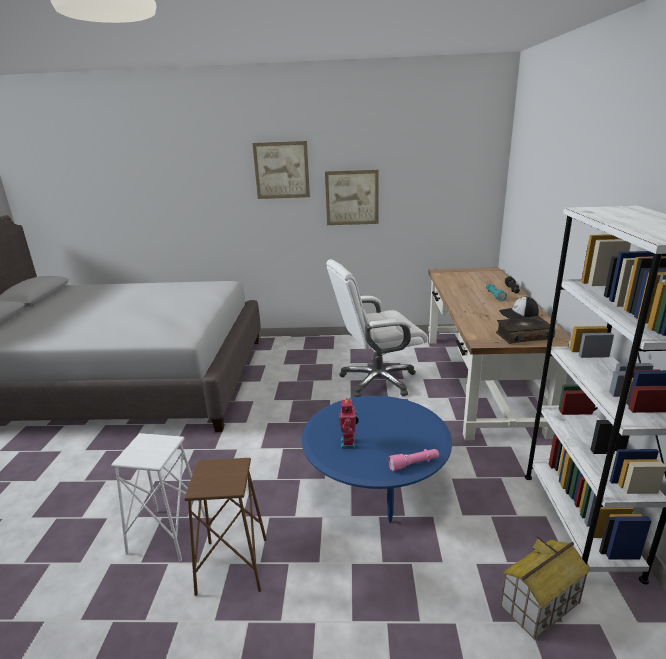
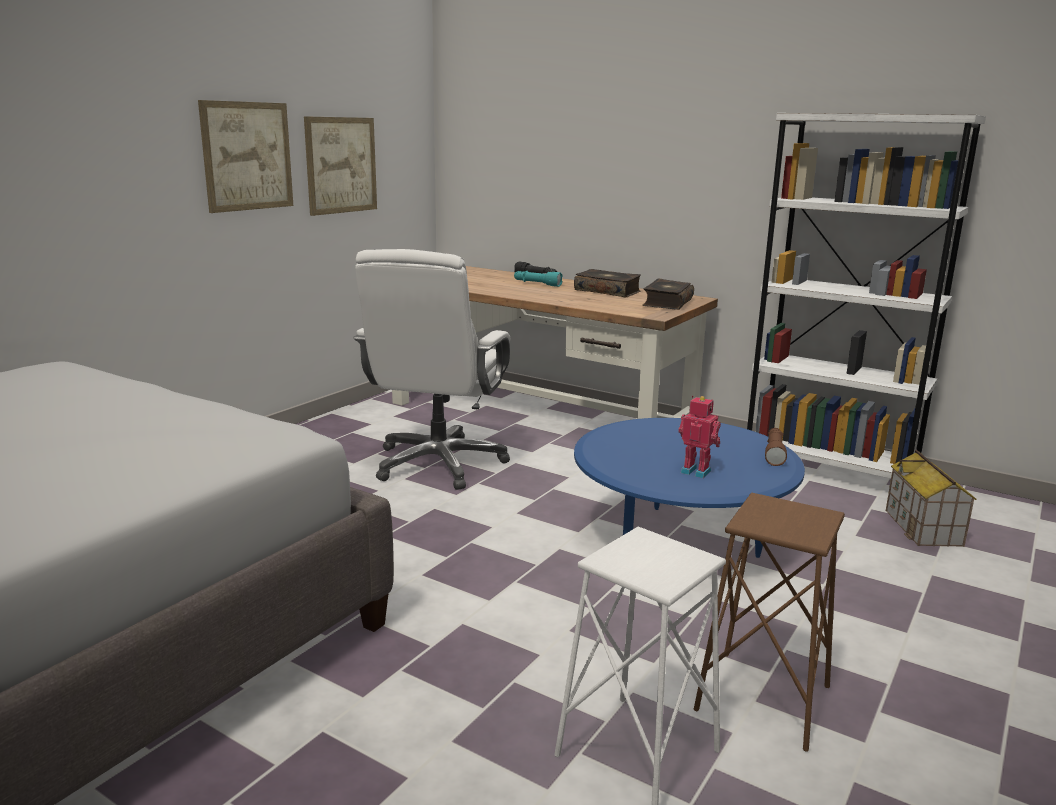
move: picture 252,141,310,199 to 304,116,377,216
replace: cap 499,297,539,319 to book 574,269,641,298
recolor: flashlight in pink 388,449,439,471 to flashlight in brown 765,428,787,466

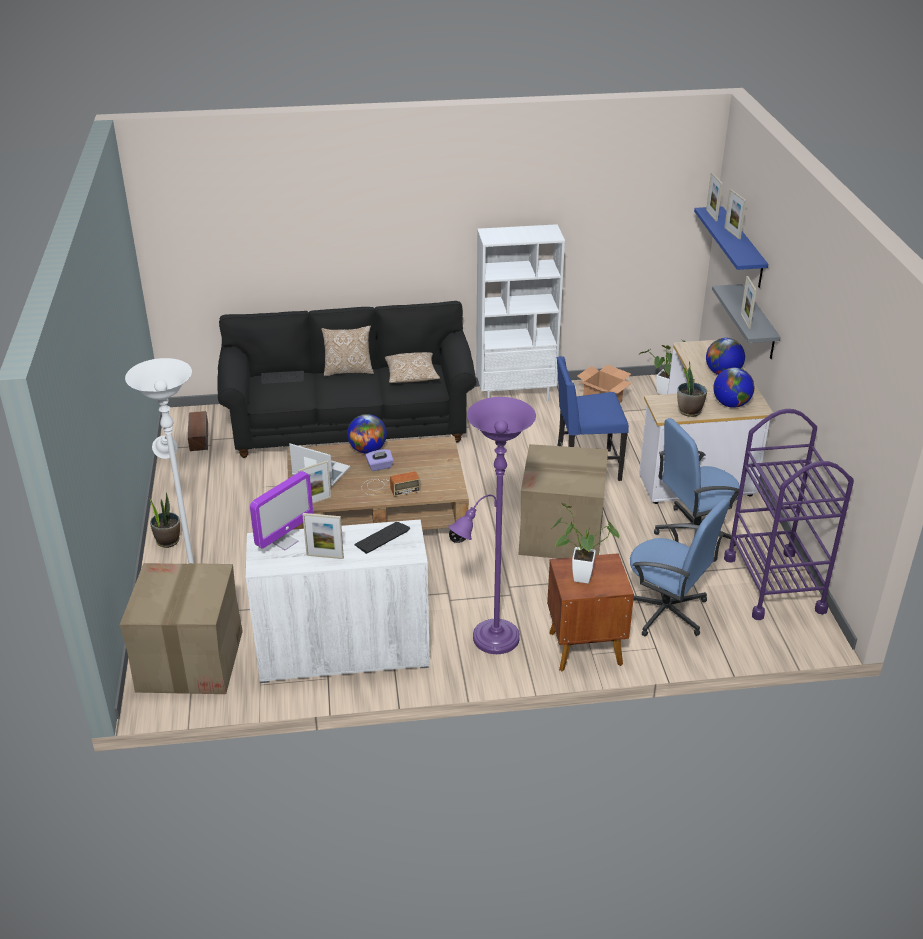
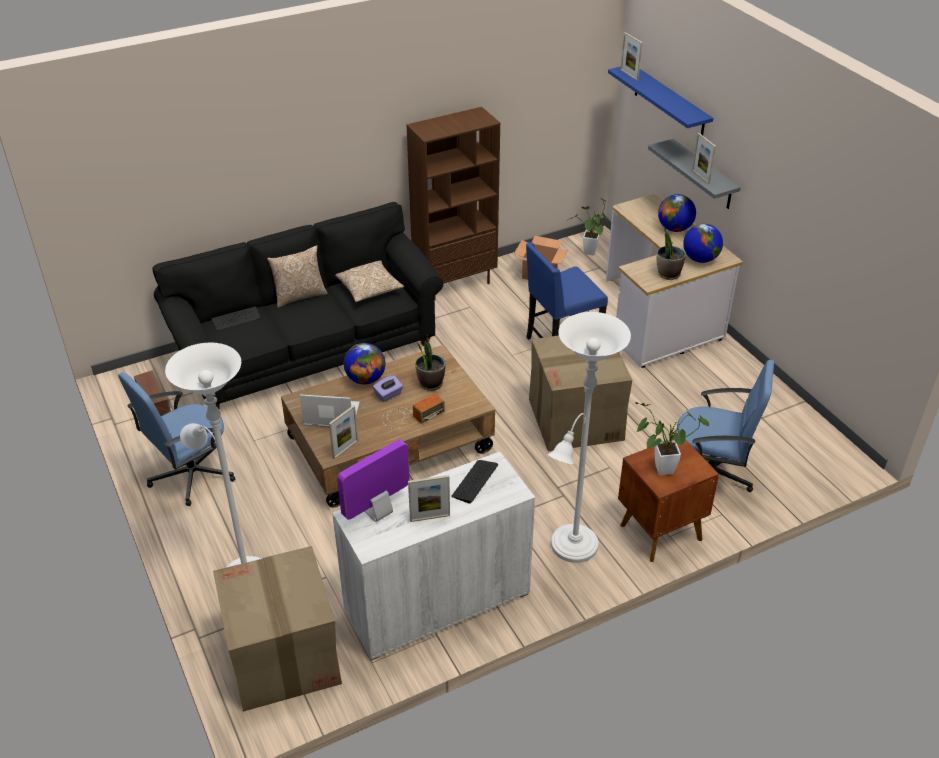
delete: picture frame 724,189,746,239; cart in purple 724,409,854,620
move: potted plant 148,492,180,548 to 415,335,446,391; office chair in blue 654,418,740,546 to 118,372,235,506
recolor: floor lamp in purple 448,397,536,654 to floor lamp in white 548,312,631,563; bookcase in white 476,224,565,402 to bookcase in brown 407,107,500,300
rotate: monitor 250,471,313,550 = 337,439,410,522 150 degrees counterclockwise

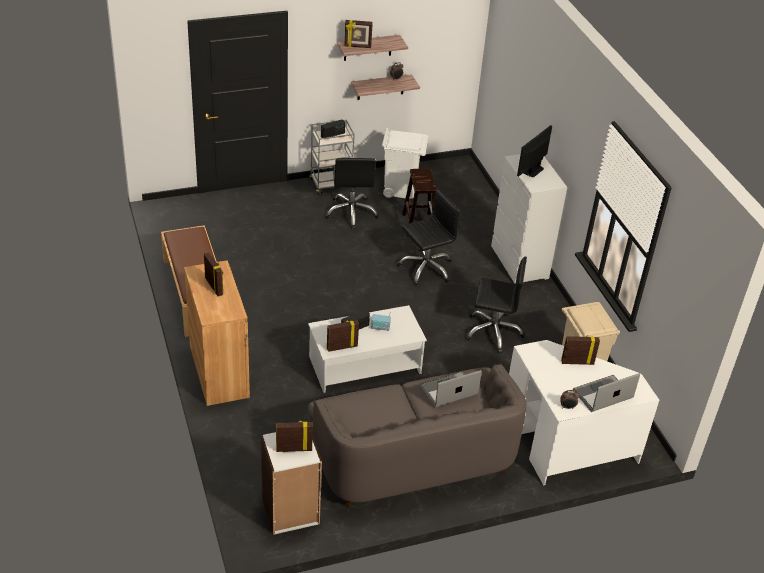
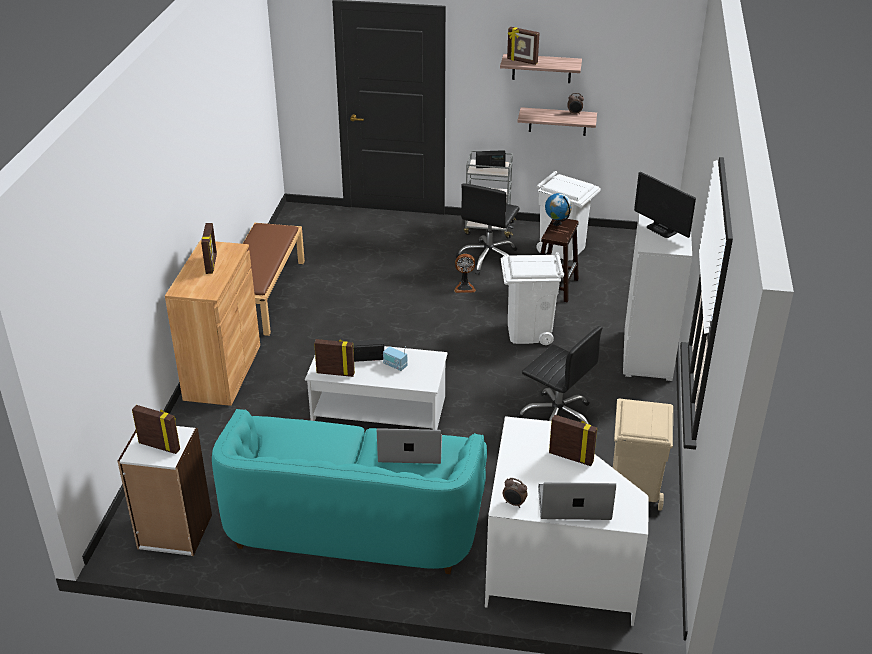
insert: fan 454,254,476,293; globe 545,193,572,226
replace: office chair in black 397,189,460,285 to trash can in white 501,252,564,345
recolor: sofa in grey 308,364,526,507 to sofa in turquoise 212,409,487,574
rotate: monitor 517,125,552,177 = 634,172,696,238 105 degrees counterclockwise

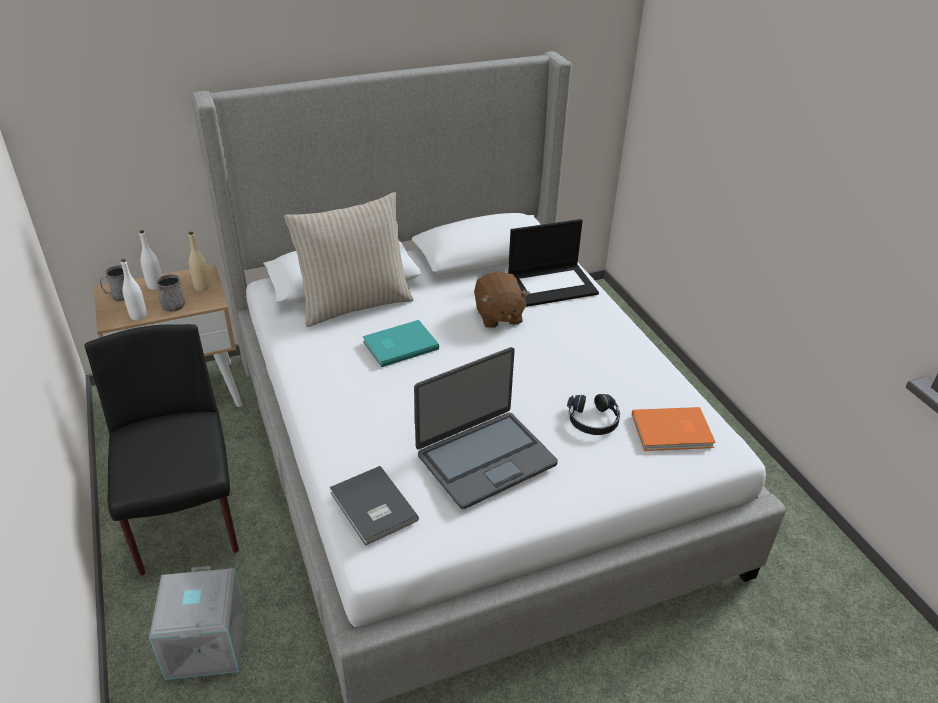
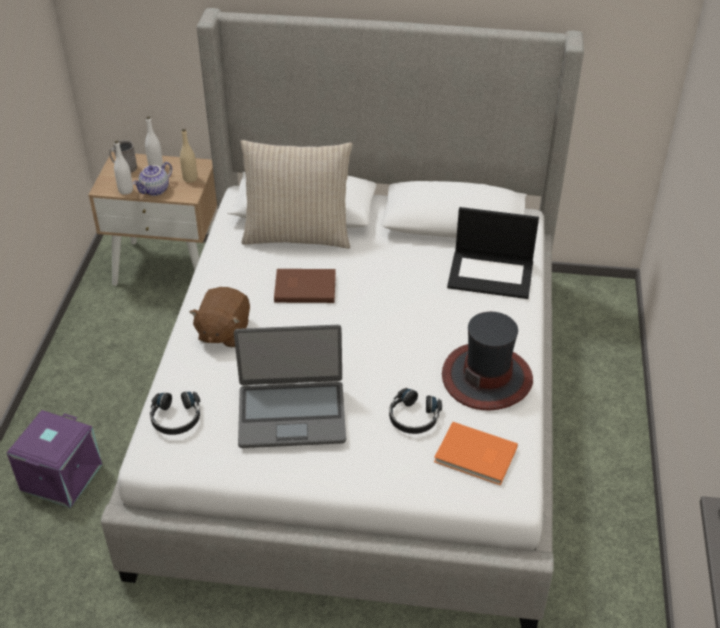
delete: chair in black 84,324,239,575
insert: hat 442,312,533,411
move: plush toy in brown 474,272,530,328 to 189,287,250,348
replace: mug in grey 156,274,186,312 to teapot 133,162,172,196; book in grey 330,466,419,546 to headphones in black 150,392,200,435
recolor: storage box in grey 149,566,245,680 to storage box in purple 7,410,102,508; book in turquoise 363,320,439,367 to book in brown 274,269,336,303

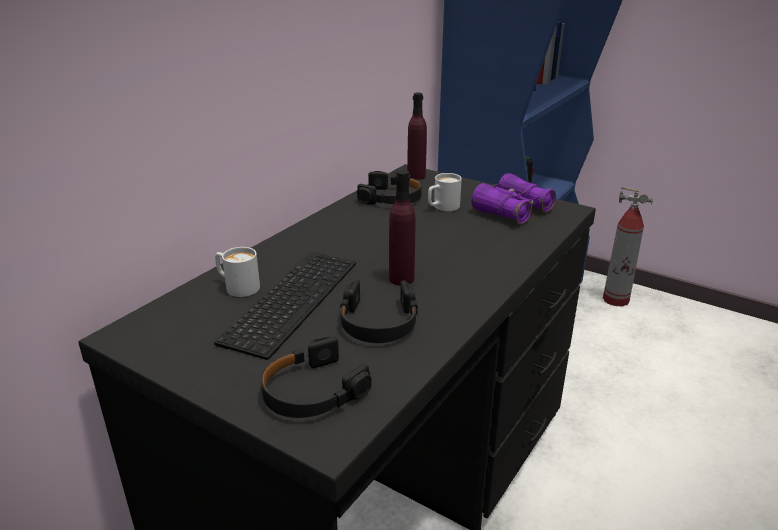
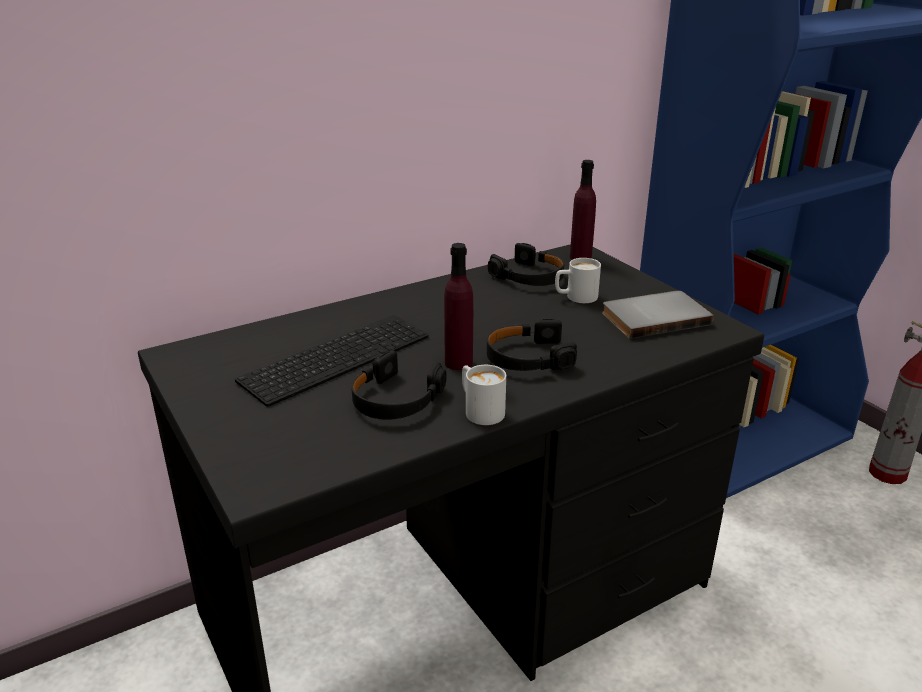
move: mug in white 215,247,260,297 to 462,365,506,425; headphones in black 261,337,372,418 to 487,319,577,371
replace: binoculars in purple 471,173,556,224 to book in grey 602,291,714,339

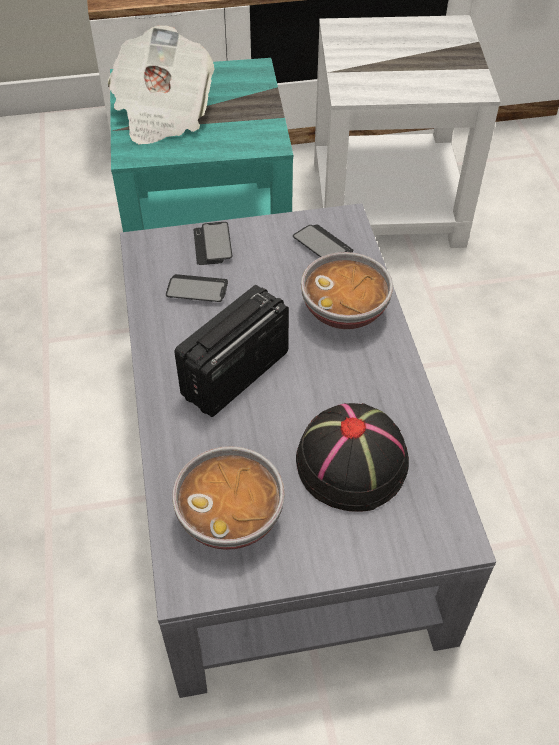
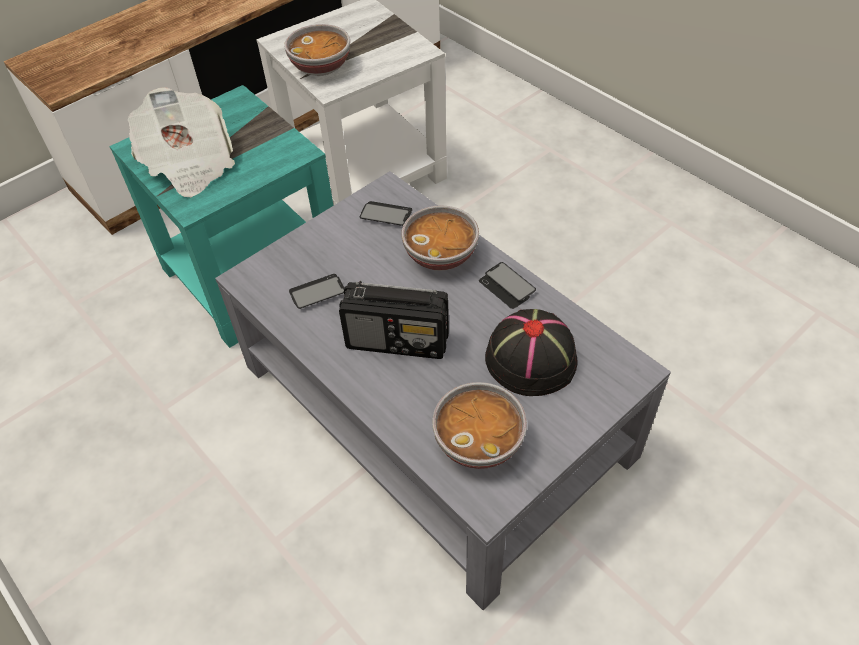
insert: bowl 284,24,350,76
move: phone 194,222,233,265 to 479,262,536,309
rotate: radio 174,285,289,417 = 339,281,449,359 90 degrees counterclockwise

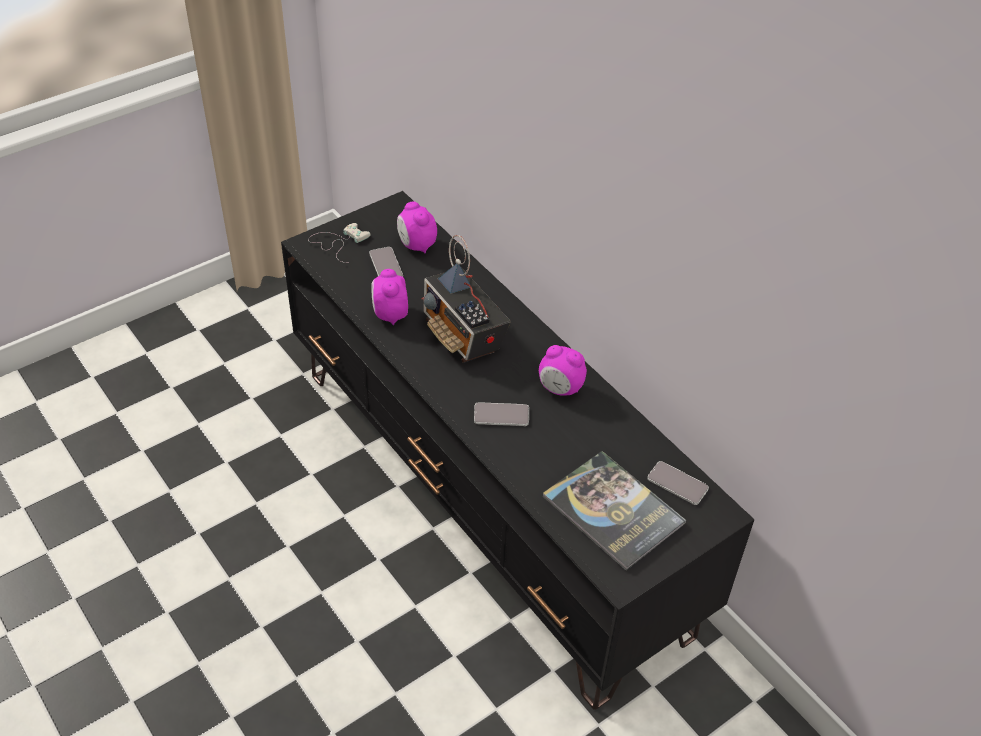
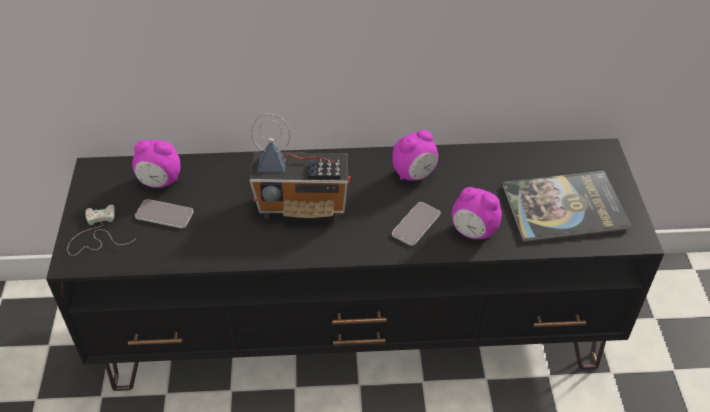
delete: phone 647,461,709,505
move: alarm clock 371,269,408,325 to 452,187,502,239

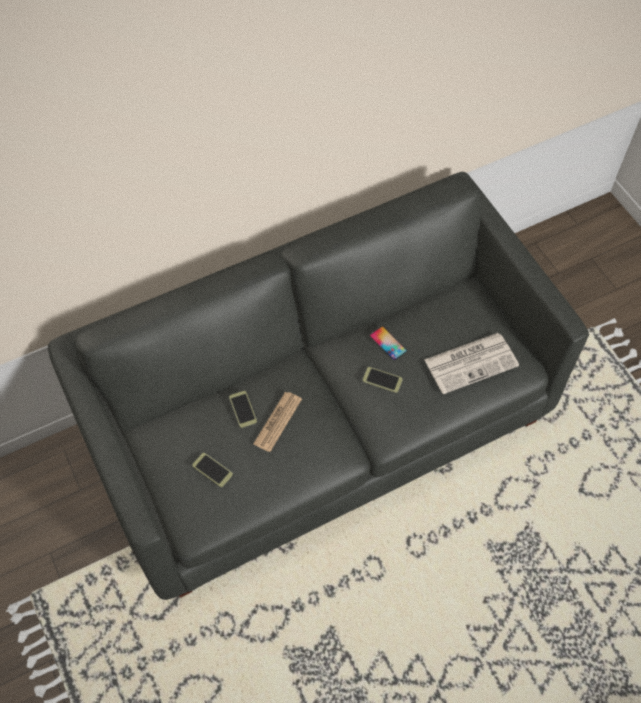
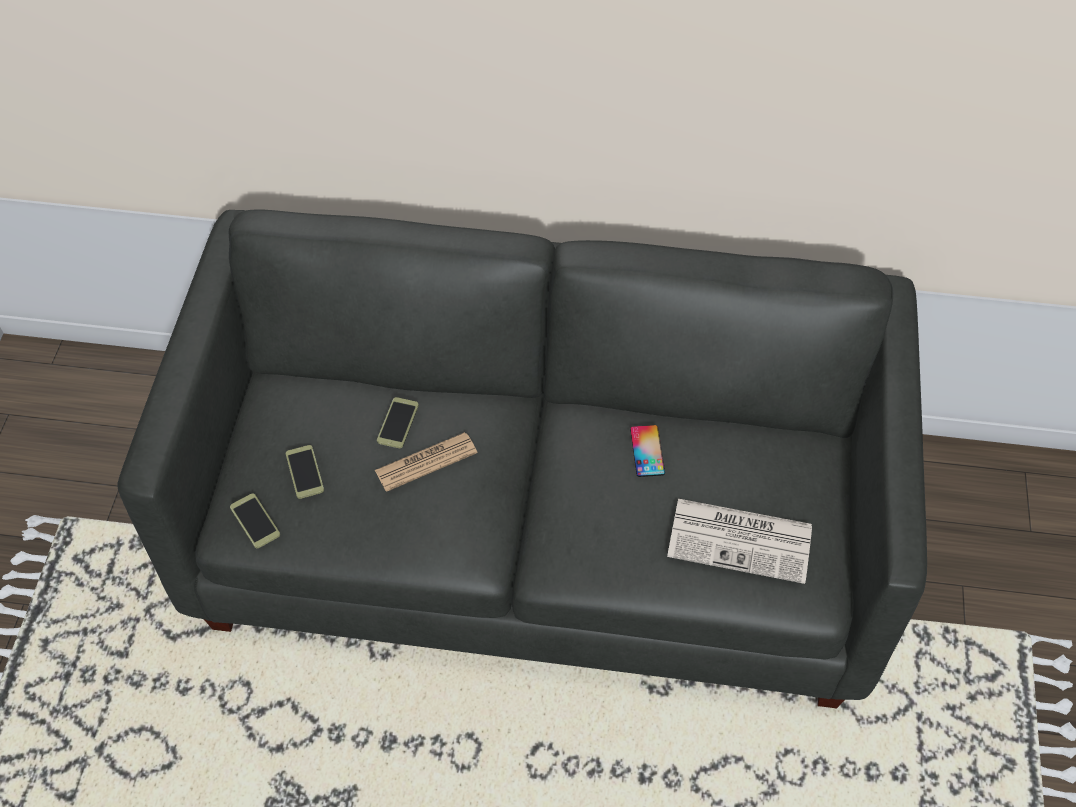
move: phone 363,367,403,393 to 230,493,280,548

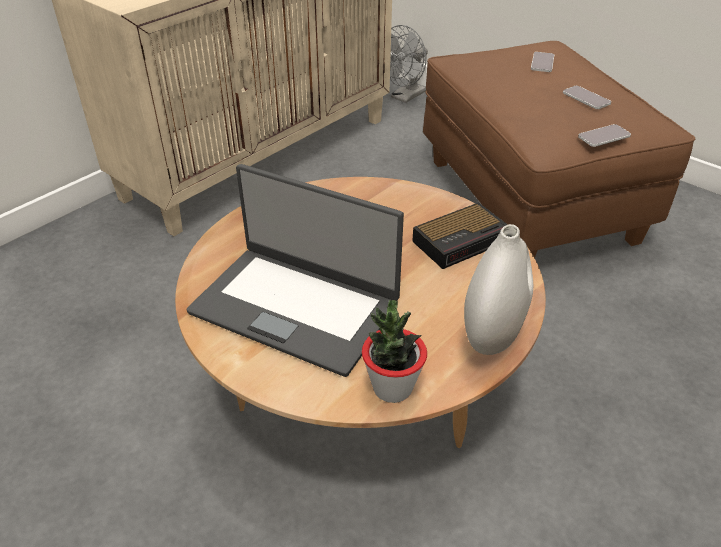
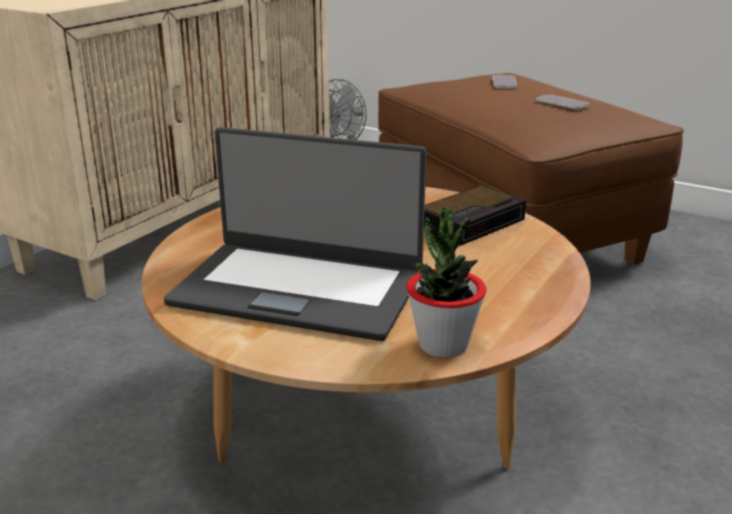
delete: vase in white 464,224,533,355; phone 578,124,631,147

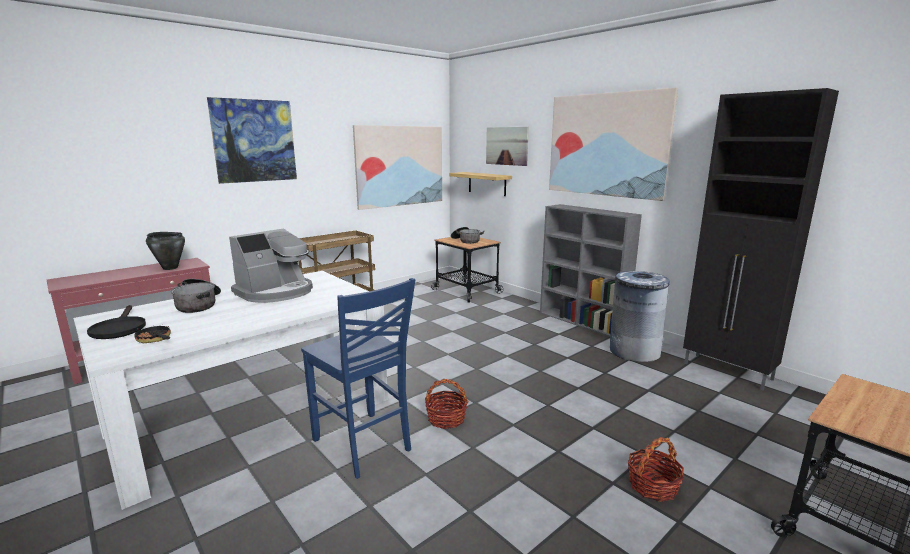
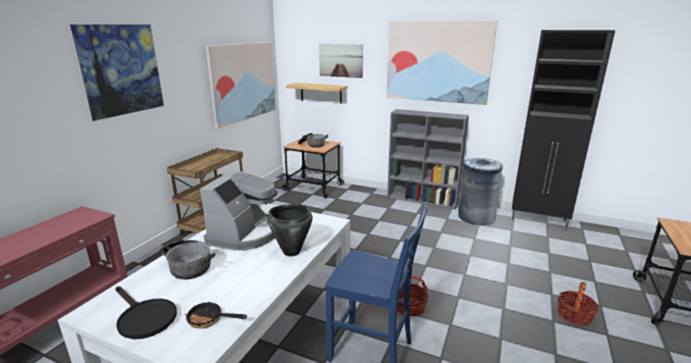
move: cooking pot in black 146,232,185,270 to 267,204,313,256

